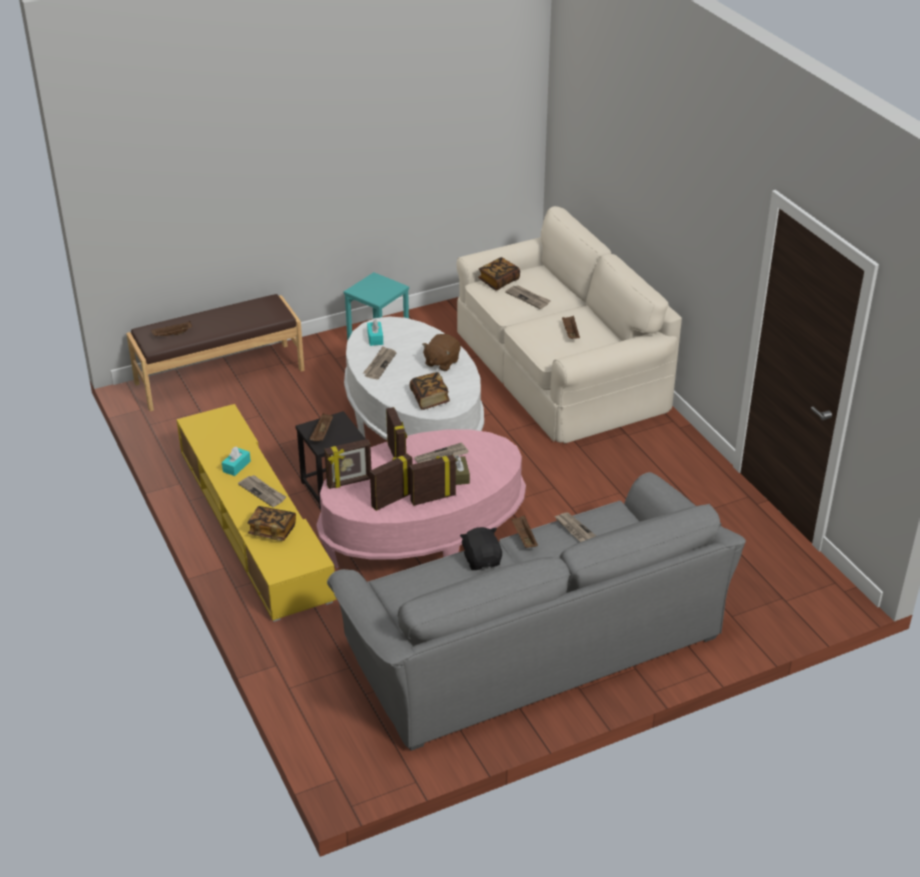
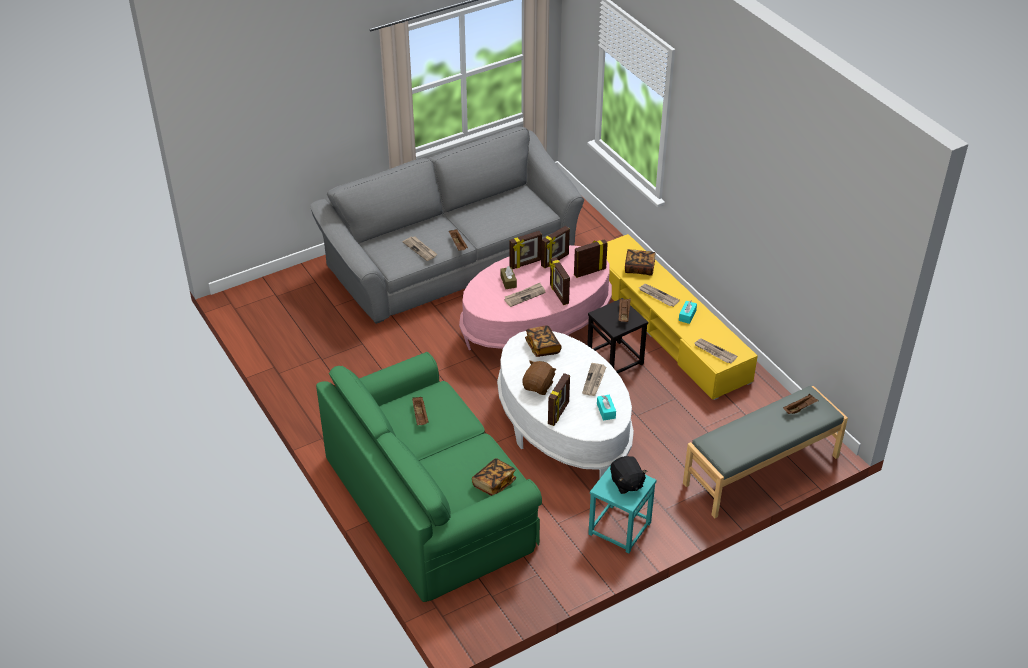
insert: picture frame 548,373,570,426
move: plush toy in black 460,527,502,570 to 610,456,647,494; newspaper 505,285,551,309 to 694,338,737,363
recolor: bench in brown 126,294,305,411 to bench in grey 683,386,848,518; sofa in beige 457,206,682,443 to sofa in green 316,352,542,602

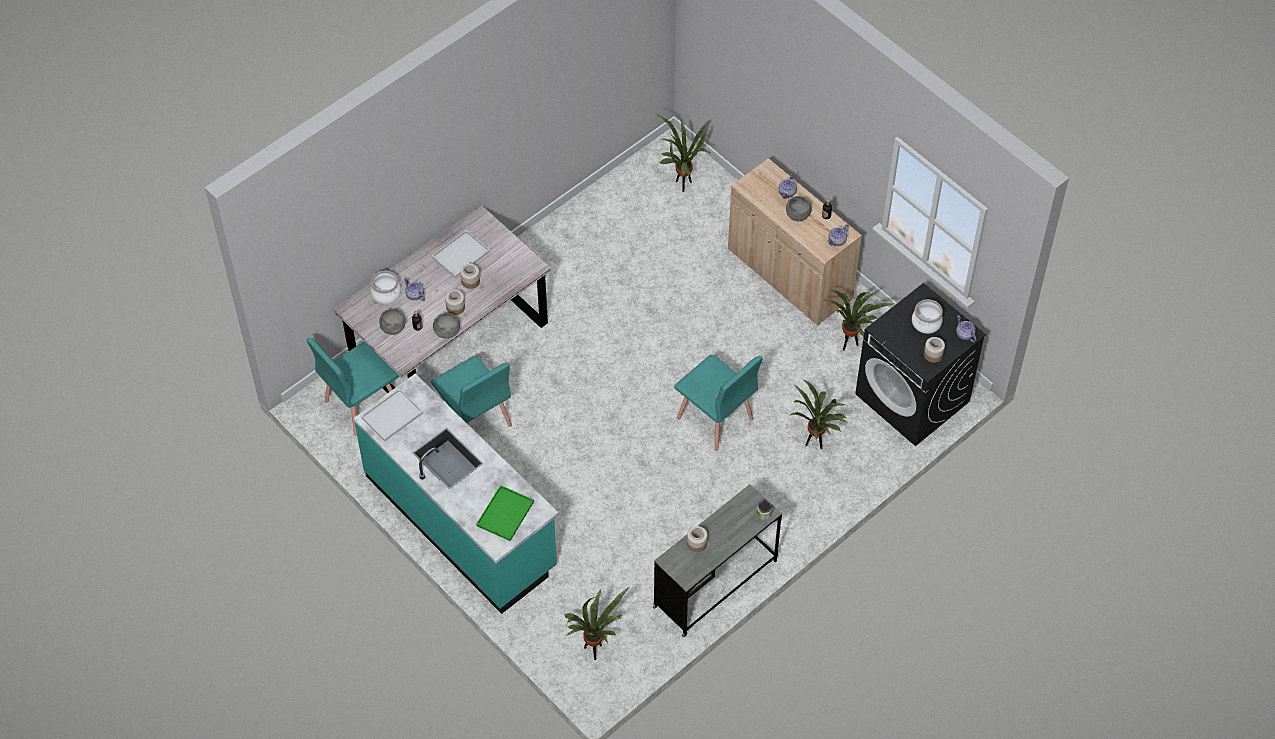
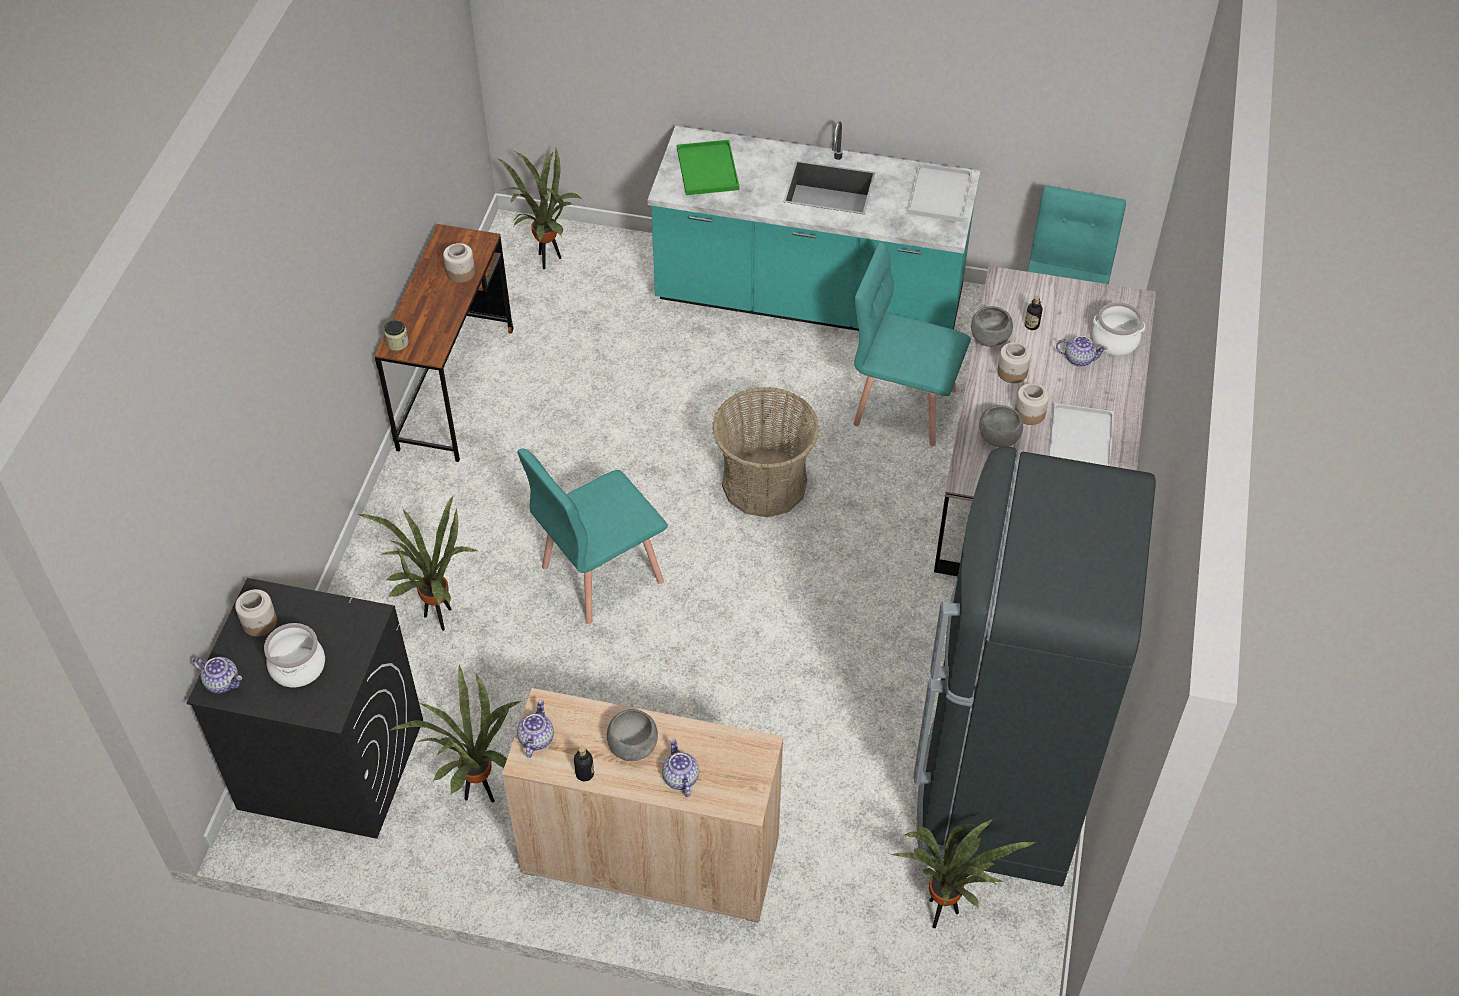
insert: basket 712,387,820,517; fridge in black 914,446,1156,886
move: bowl in grey 379,308,406,335 to 979,405,1023,447
recolor: desk in grey 653,484,782,637 to desk in brown 375,224,513,462
rotate: chair in turquoise 674,355,763,451 = 517,449,668,624 45 degrees counterclockwise

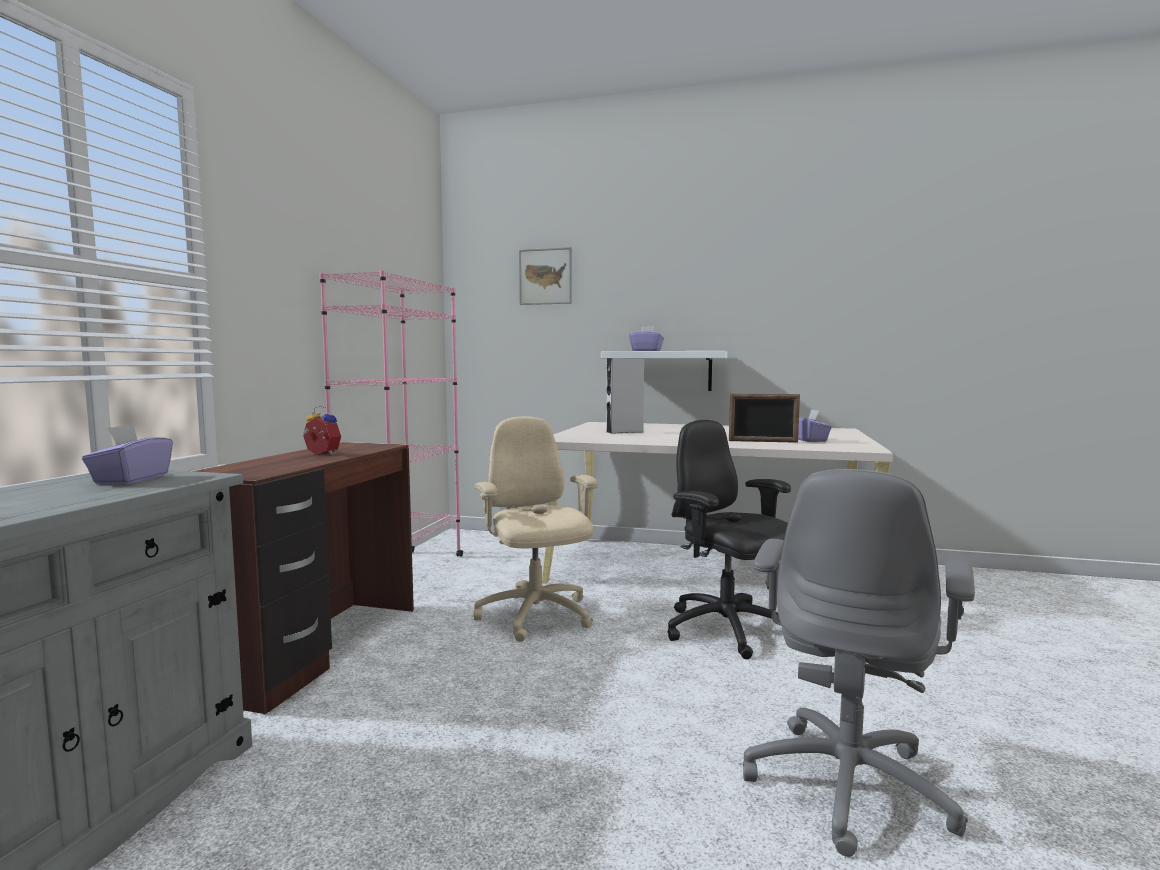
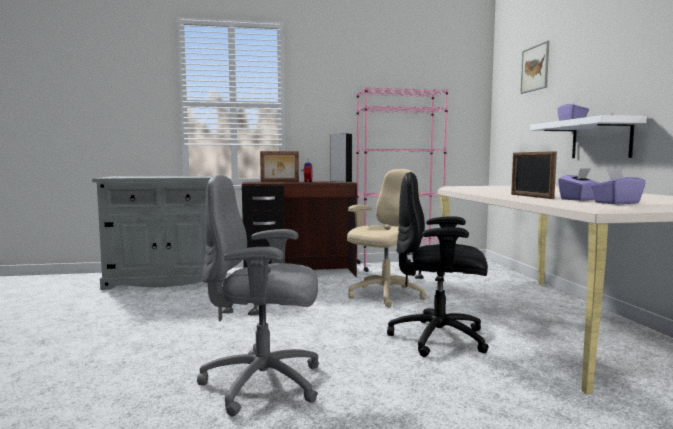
insert: picture frame 260,151,299,182
move: tissue box in purple 82,424,173,484 to 590,169,646,205; speaker in grey 607,358,644,434 to 330,133,352,182
rotate: office chair in black 668,420,791,659 = 387,172,489,357 105 degrees counterclockwise

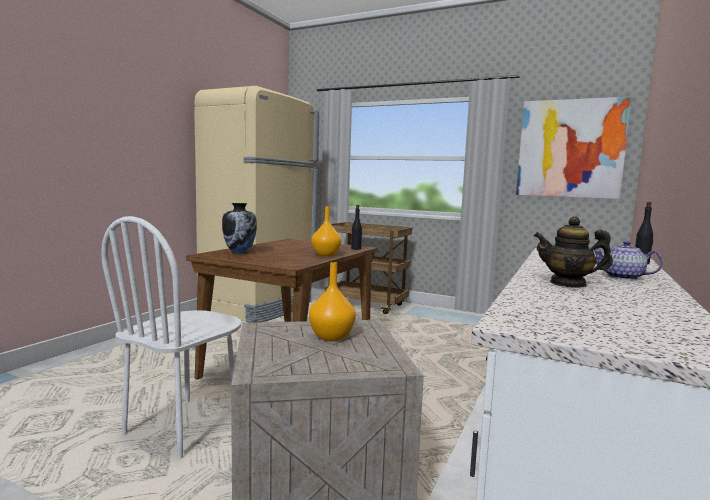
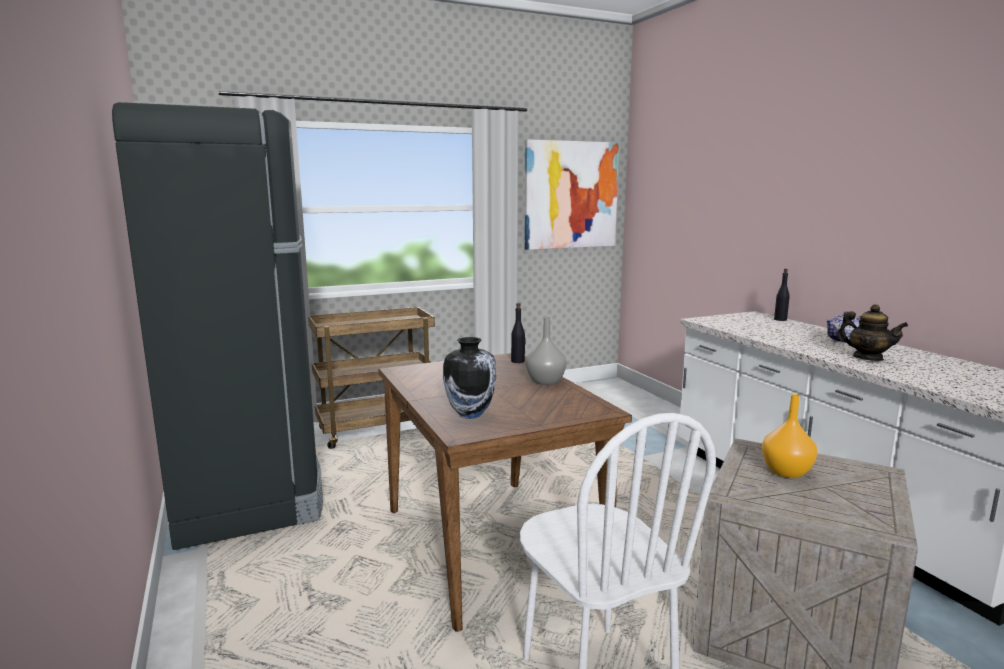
recolor: fridge in beige 194,86,319,323 to fridge in black 112,102,323,550; vase in orange 312,206,341,256 to vase in grey 526,317,566,385
rotate: teapot 534,216,613,288 = 837,304,908,361 105 degrees counterclockwise

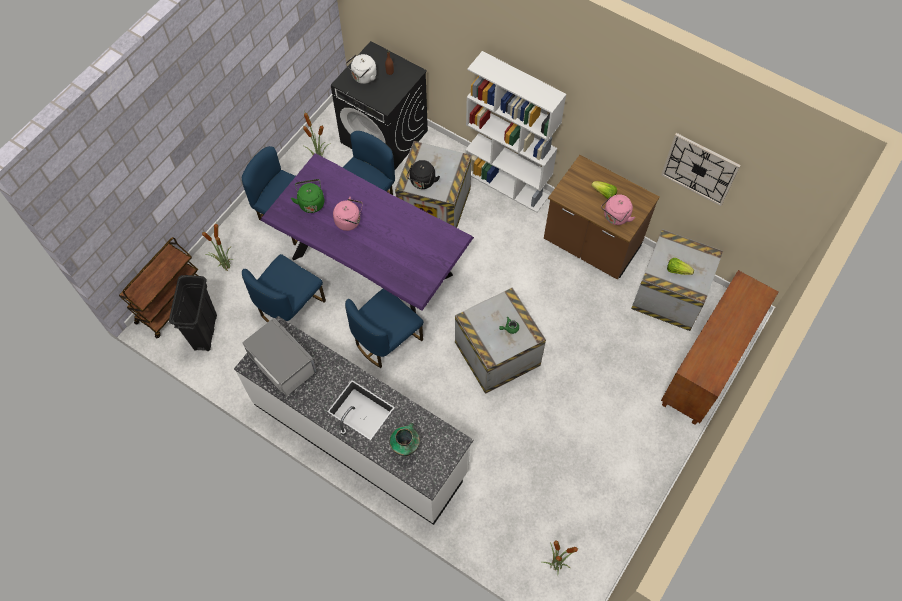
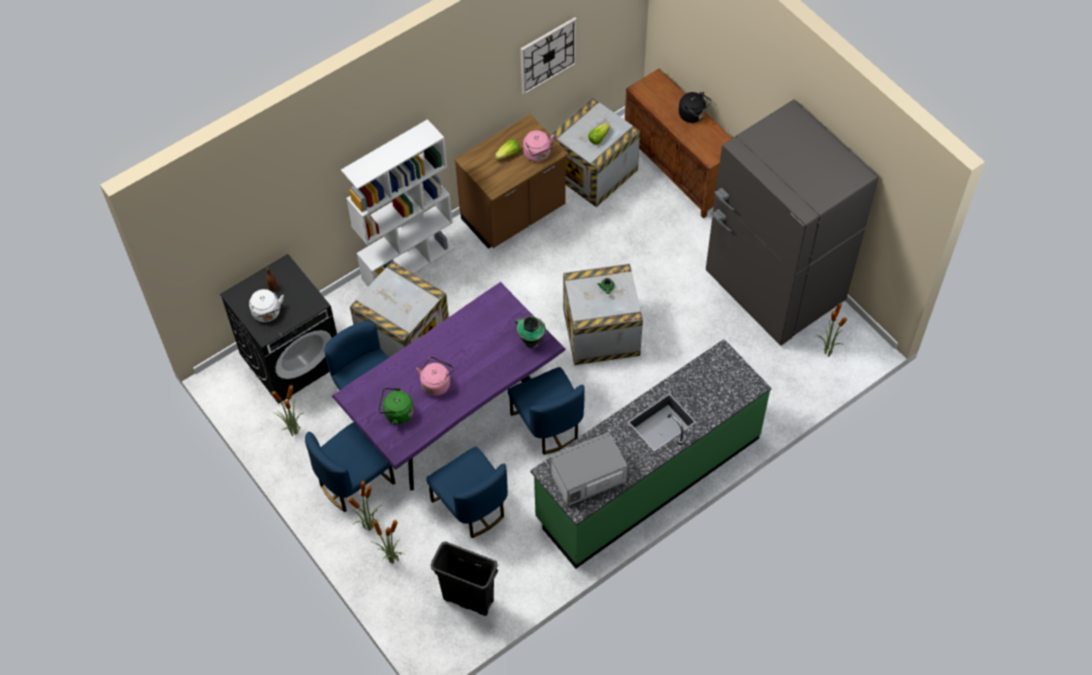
delete: cart in brown 119,237,198,338
insert: potted plant 348,481,381,531; fridge in grey 706,99,879,346
move: vase 390,423,420,456 to 515,316,546,348; kettle in black 406,160,440,189 to 679,92,712,123
recolor: counter in white 234,316,473,525 to counter in green 530,339,771,569

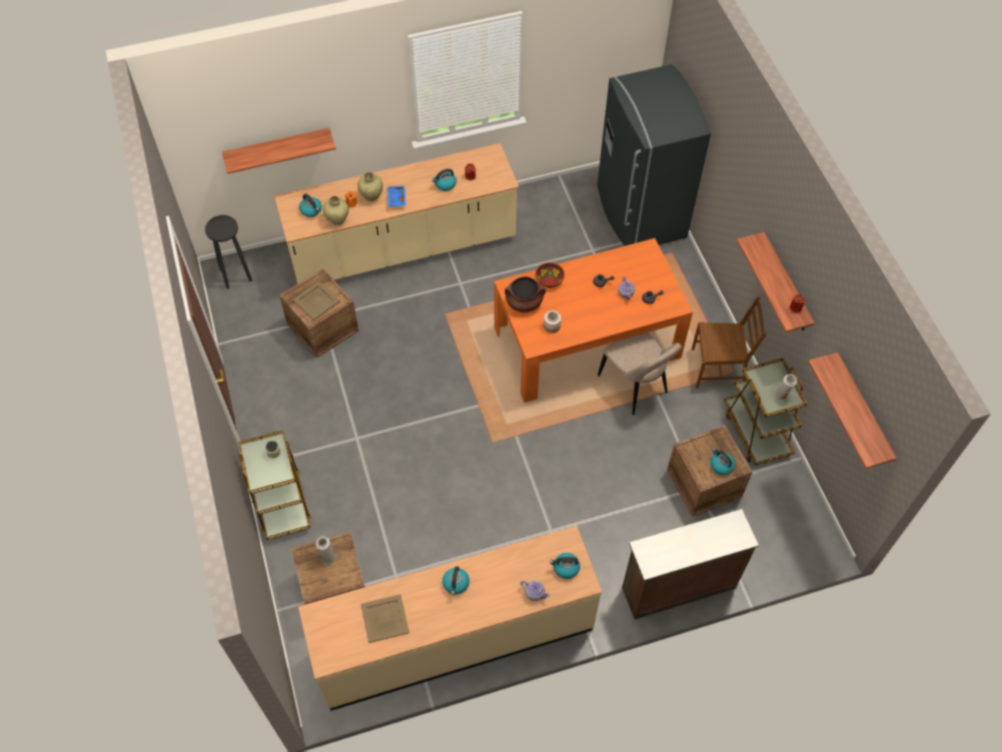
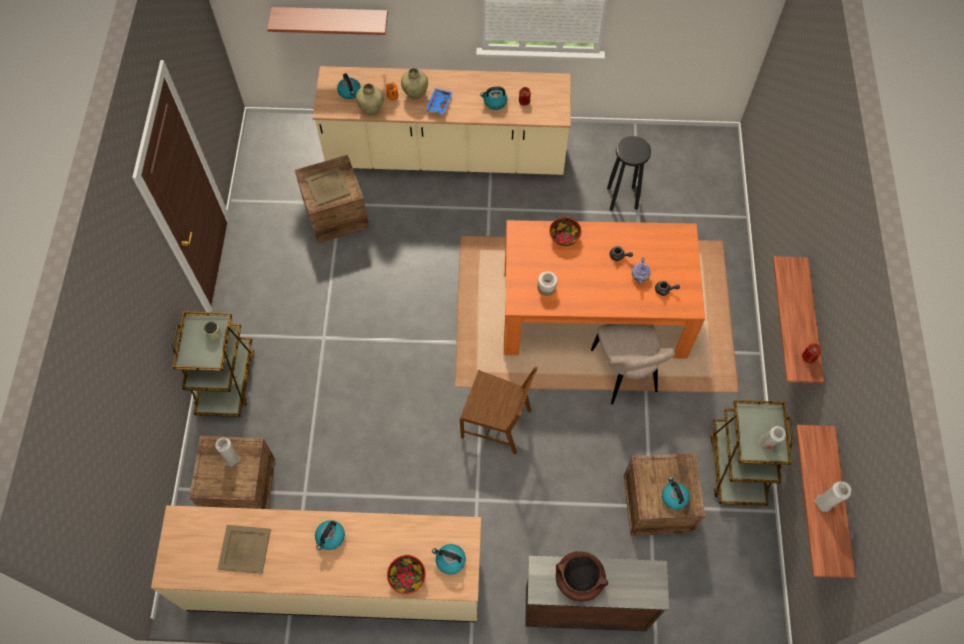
delete: fridge in grey 597,64,711,246
insert: vase in white 815,481,851,512
move: stool in black 205,215,252,289 to 607,136,651,211; cooking pot in brown 505,277,546,312 to 556,551,608,602; chair in brown 692,296,767,388 to 460,367,538,454
replace: teapot 520,581,550,601 to bowl 387,555,426,594

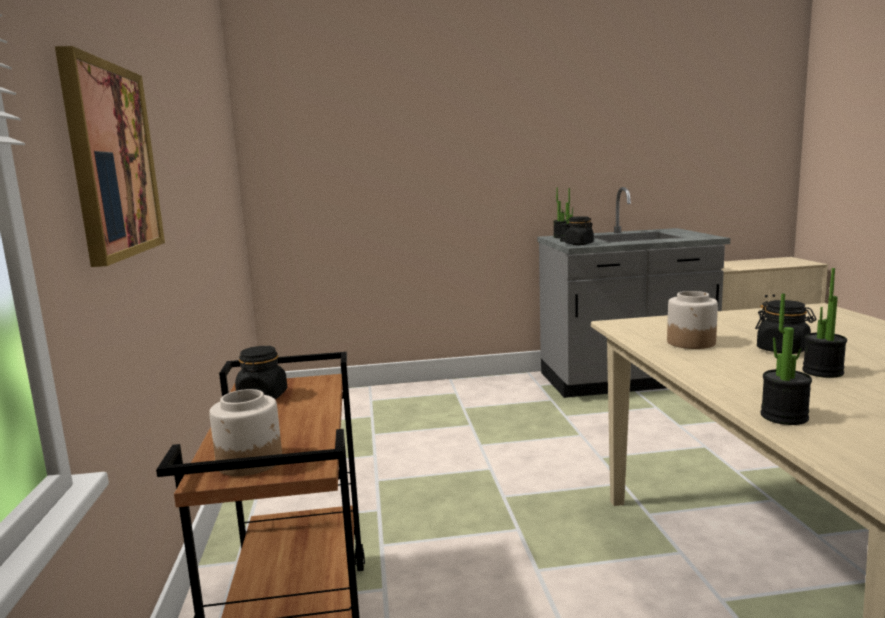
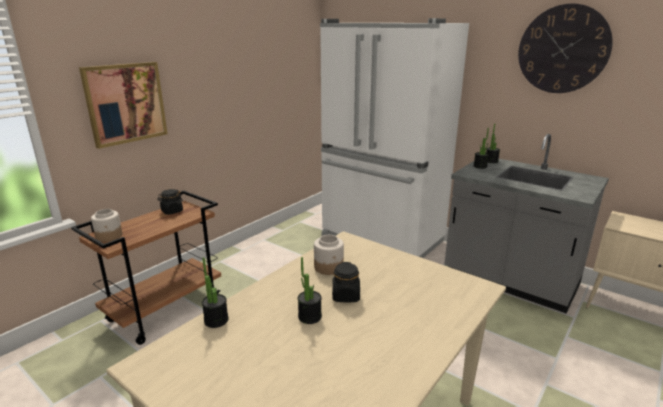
delete: jar in black 565,216,594,245
insert: fridge in white 320,18,469,258; wall clock 518,3,613,93

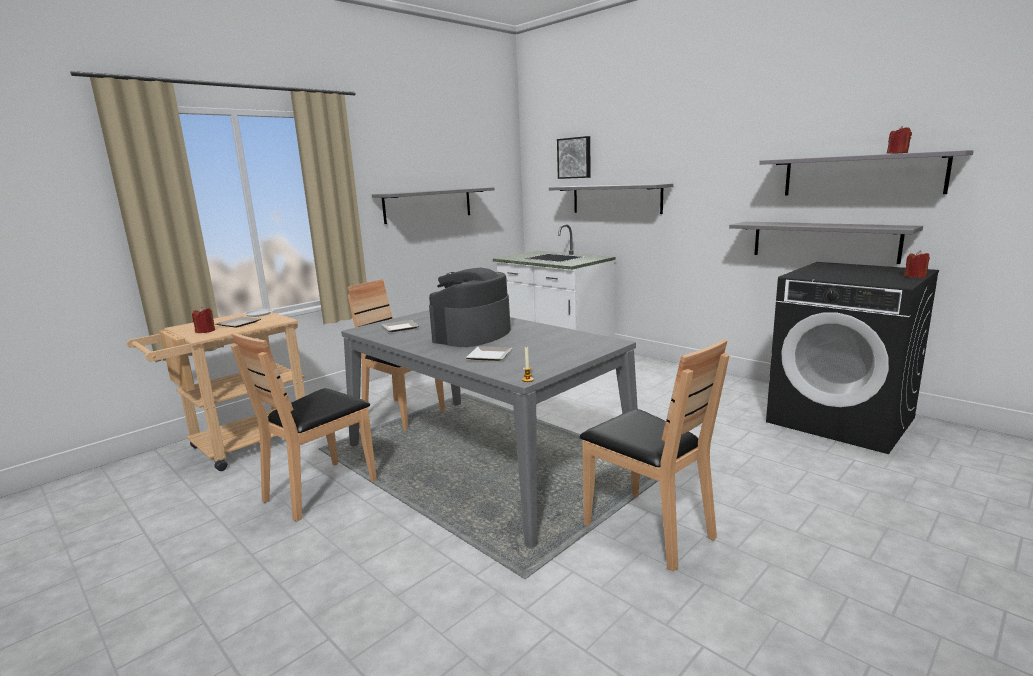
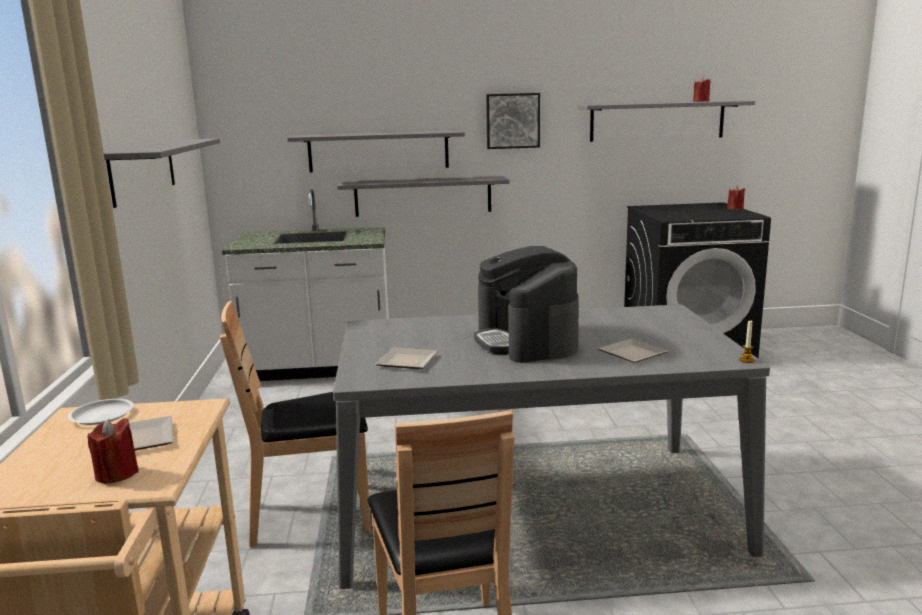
delete: chair in brown 580,339,730,572
move: picture 557,136,591,179 to 486,93,540,149; shelf in grey 729,222,923,264 to 337,176,510,217

